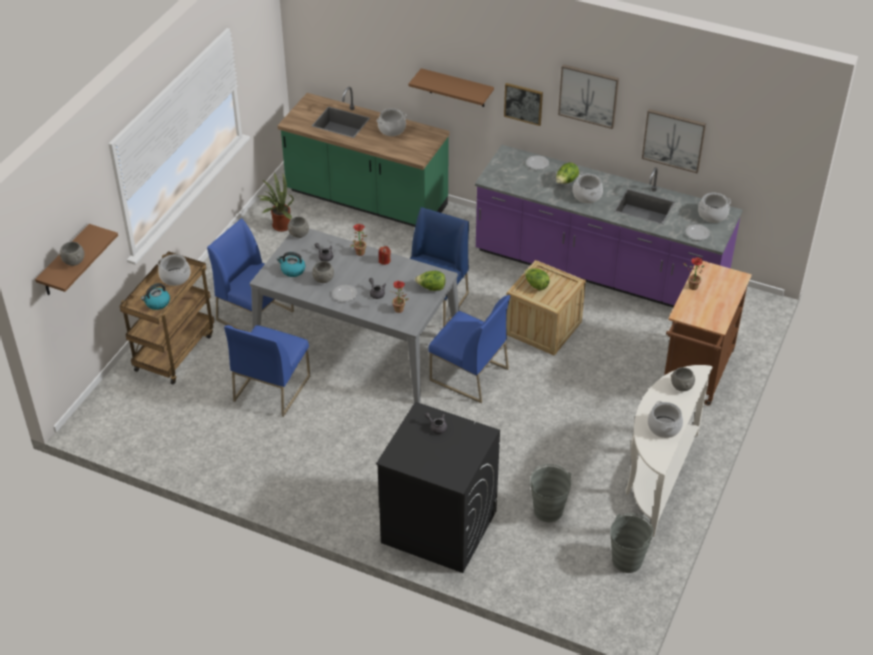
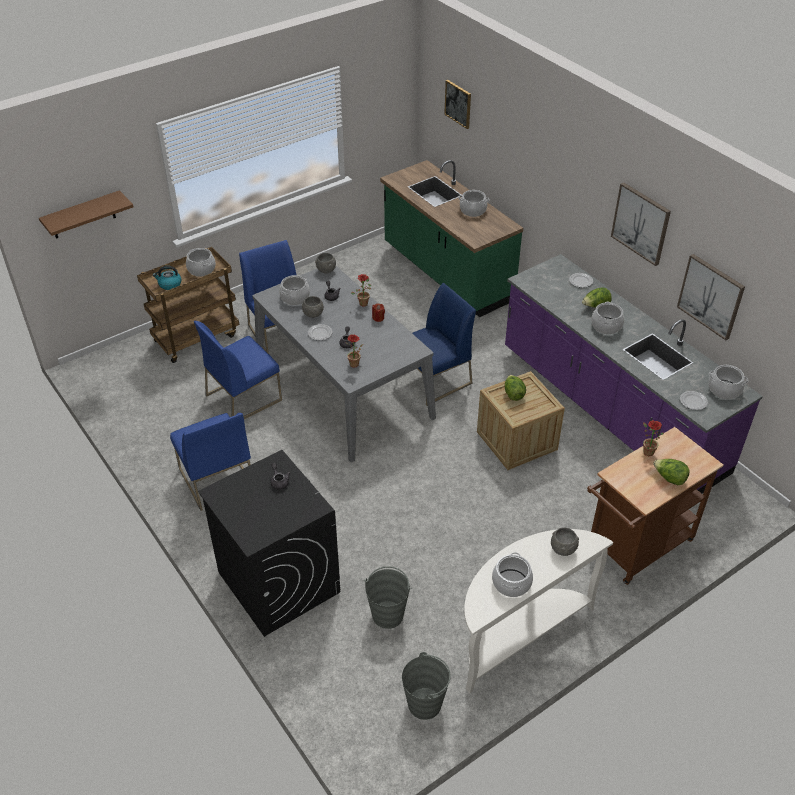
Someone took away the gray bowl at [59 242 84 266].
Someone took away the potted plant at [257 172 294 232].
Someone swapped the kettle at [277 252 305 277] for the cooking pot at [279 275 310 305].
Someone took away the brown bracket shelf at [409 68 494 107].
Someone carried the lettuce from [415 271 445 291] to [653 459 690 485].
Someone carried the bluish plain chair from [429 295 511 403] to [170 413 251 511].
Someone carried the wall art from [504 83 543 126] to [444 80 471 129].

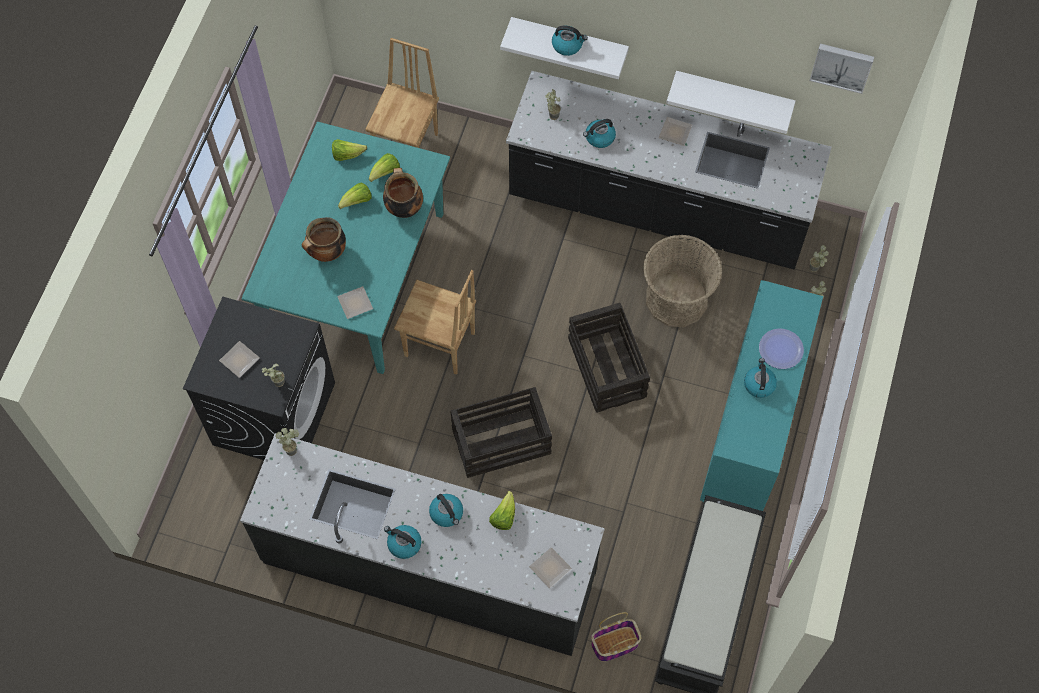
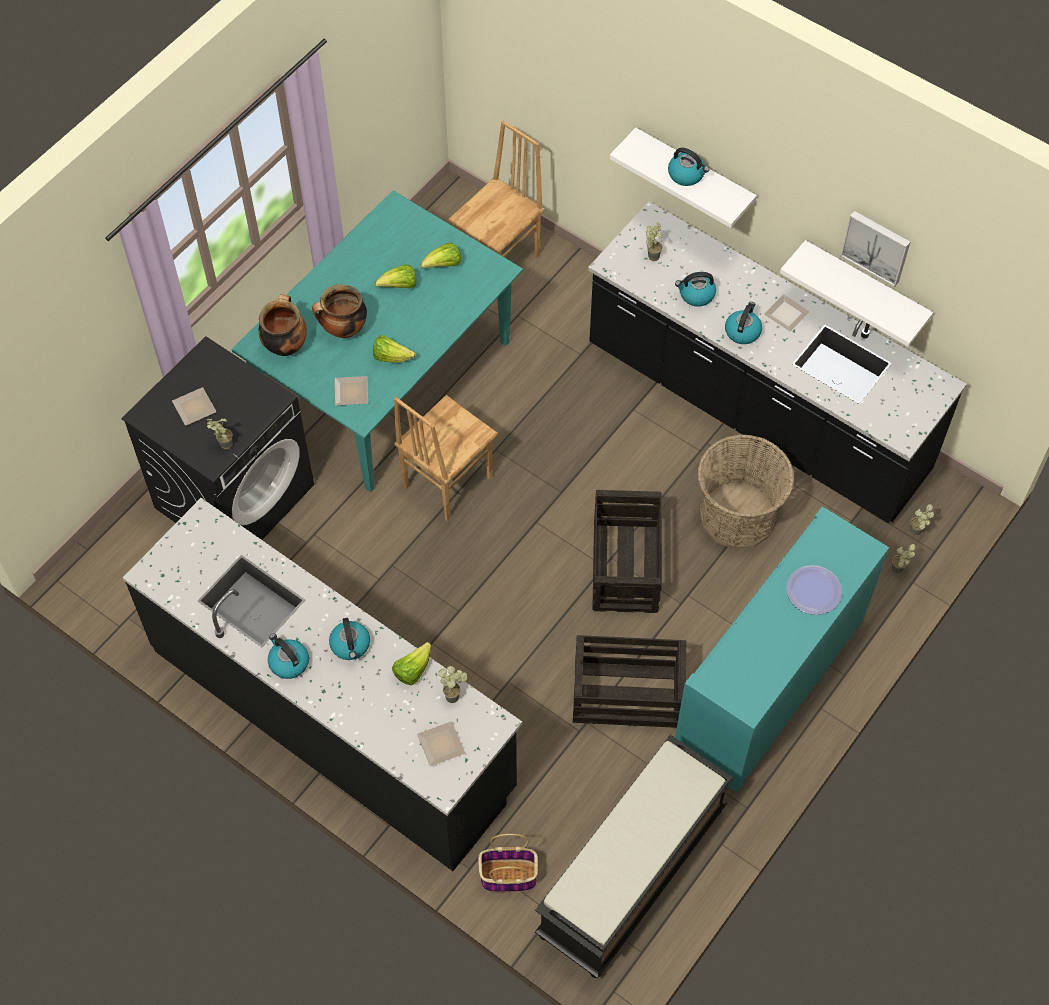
Someone carried the potted plant from [275 428 299 456] to [438 666 468 703].
Someone carried the lettuce from [332 139 367 161] to [373 335 416 363].
Someone carried the cooking pot from [383 168 423 218] to [259 294 307 356].
Someone rotated the brown plain chair at [394 270 476 375] by 90 degrees clockwise.
Someone carried the packing crate from [450 387 552 478] to [573 635 687 728].
Someone carried the kettle from [744 358 777 398] to [725 302 762 344].
Someone carried the wall art from [810 44 874 94] to [840 211 910 287].

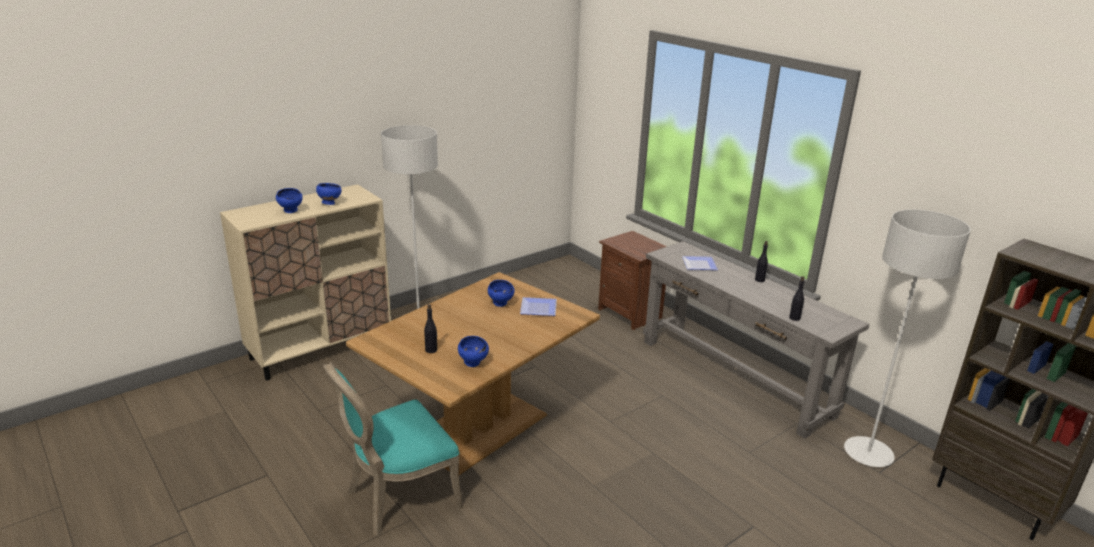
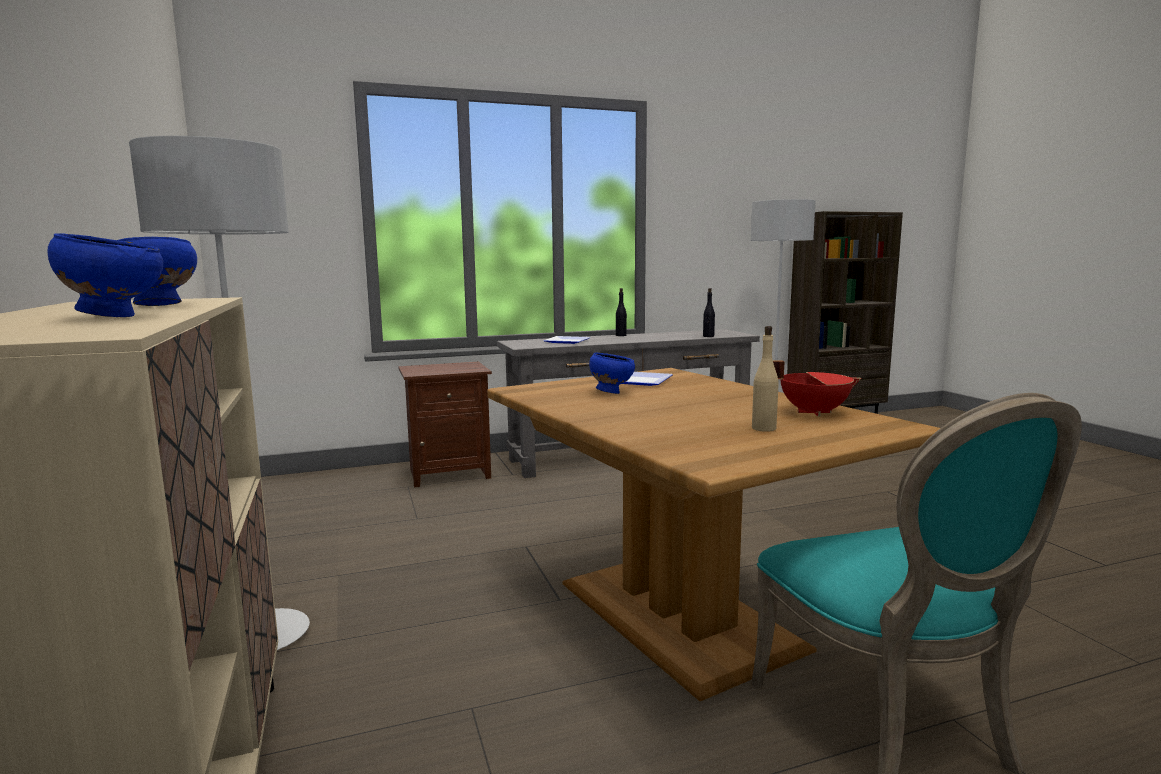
Someone repainted the black drink bottle at [424 304 437 353], which became the beige-coloured drink bottle at [752 326 779 432].
Someone swapped the bluish bowl at [458 336 489 367] for the reddish cooking pot at [773 361 862 417].

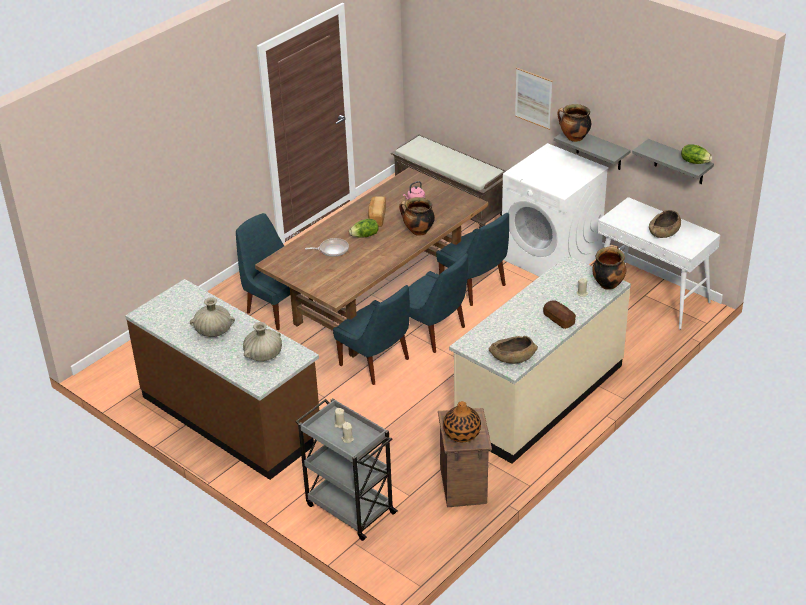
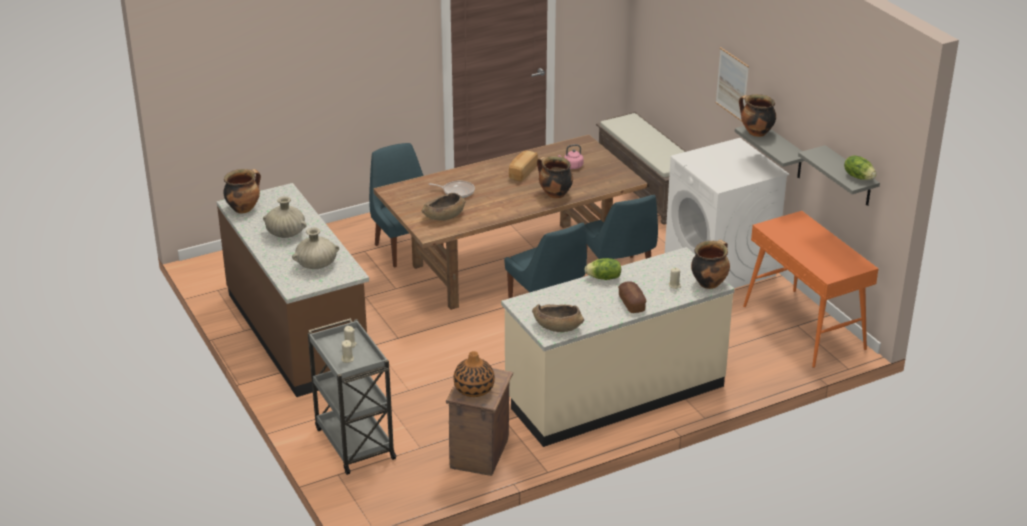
Someone took away the bluish plain chair at [333 285 410 385].
Someone carried the lettuce from [349 219 378 238] to [584 258 621 280].
Someone repainted the whitish console table at [597 197 720 330], which became the orange console table at [743 211 879 368].
Someone carried the brown bowl from [649 210 681 238] to [422 193 466 220].
Someone put down the cooking pot at [223 169 261 214].

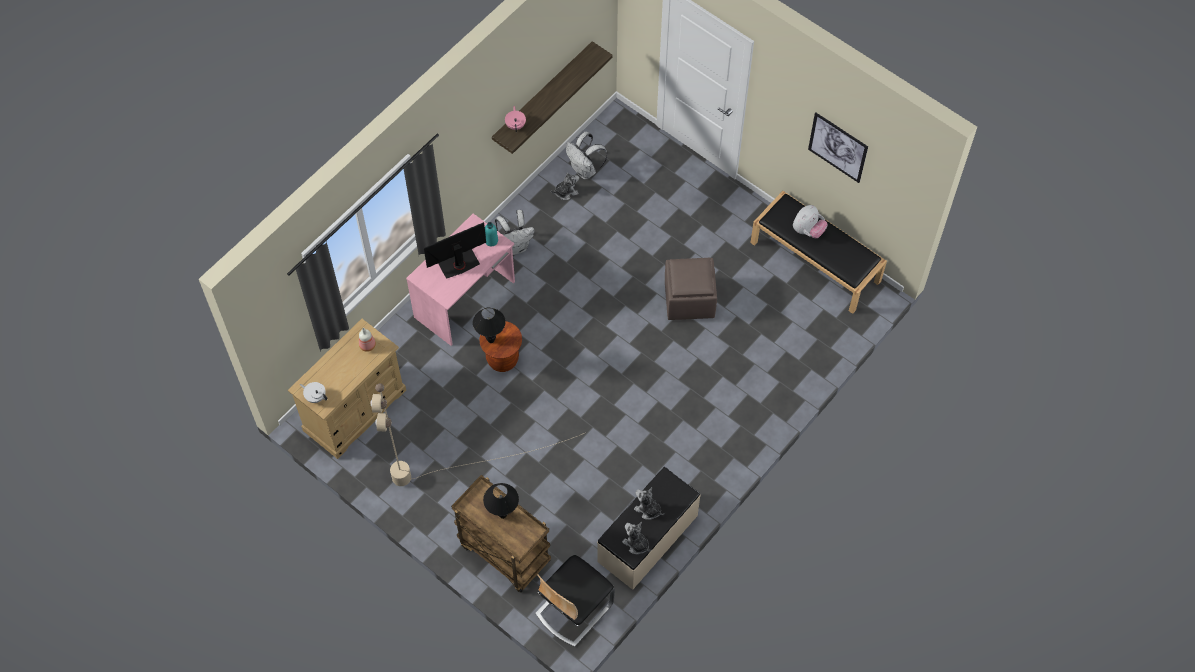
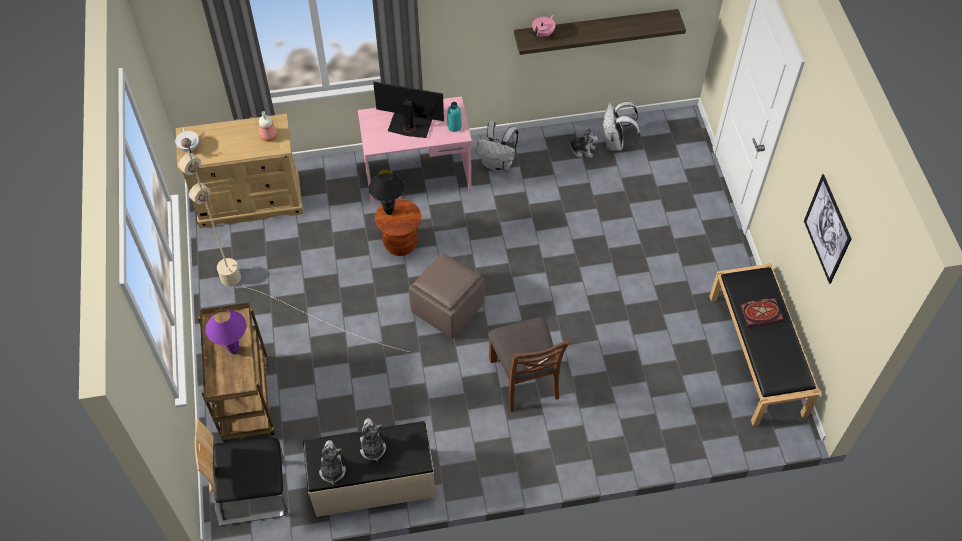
Someone repainted the black lamp for a table at [483 483 519 519], which became the purplish lamp for a table at [205 309 246 354].
Someone carried the brown pouffe from [665 258 717 320] to [409 252 485 339].
Someone swapped the cuddly toy at [793 205 828 238] for the book at [740 298 784 327].
Someone put down the brown plain chair at [488 317 569 412].

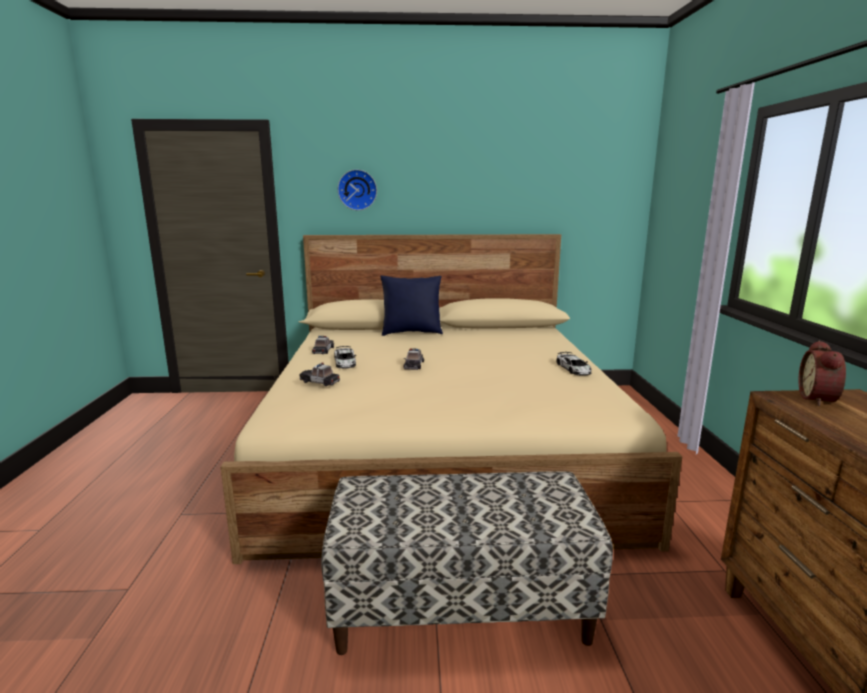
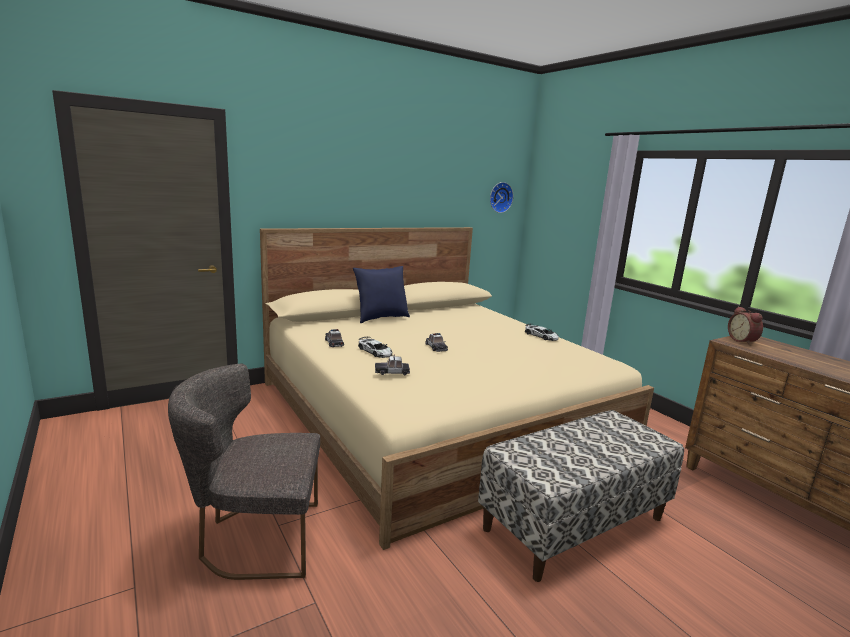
Someone carried the clock on the wall from [338 169 377 210] to [490 182 513 213].
Someone put down the gray plain chair at [168 364 320 580].

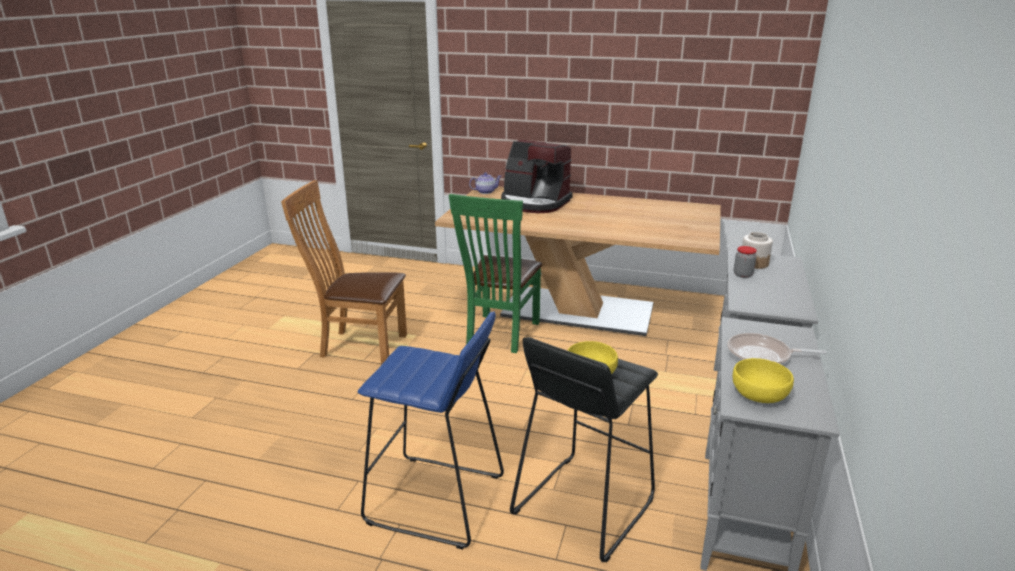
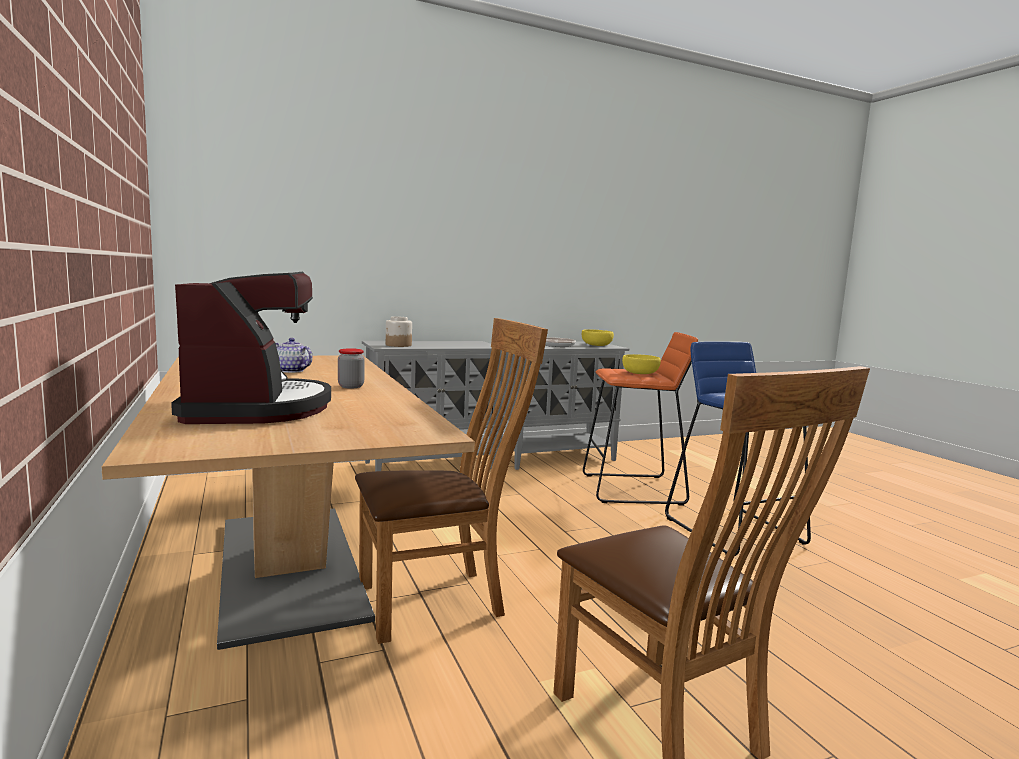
Someone repainted the green plain chair at [449 194 542 353], which became the brown plain chair at [355 318 548 644].
Someone carried the pot for tea from [469 172 501 194] to [275 338 313 373].
Someone repainted the black stool at [510 337 658 562], which became the orange stool at [583 332 698 506].
Someone carried the jar from [734 246 757 278] to [338 348 365 388].

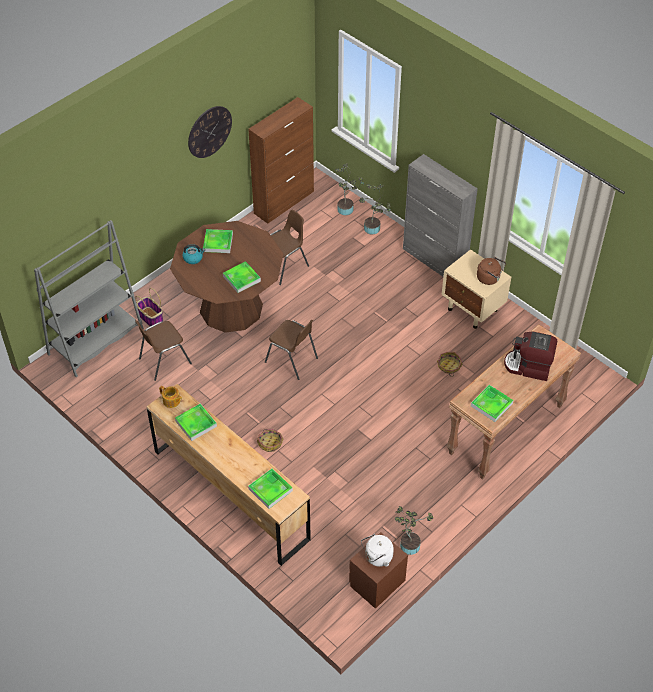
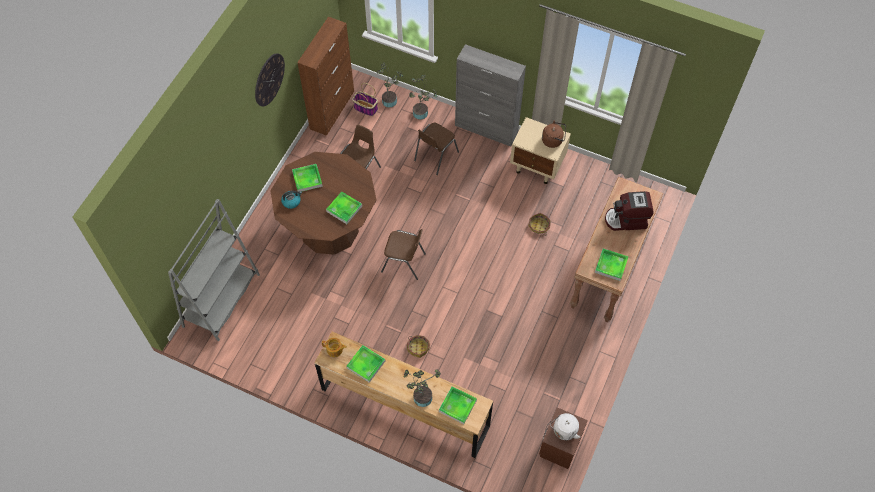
Someone carried the household basket from [135 288 164 326] to [352 83 378 116].
Someone carried the brown plain chair from [135 320 192 381] to [414 122 459 175].
Someone carried the potted plant from [395 506 433 555] to [403 369 441 407].

